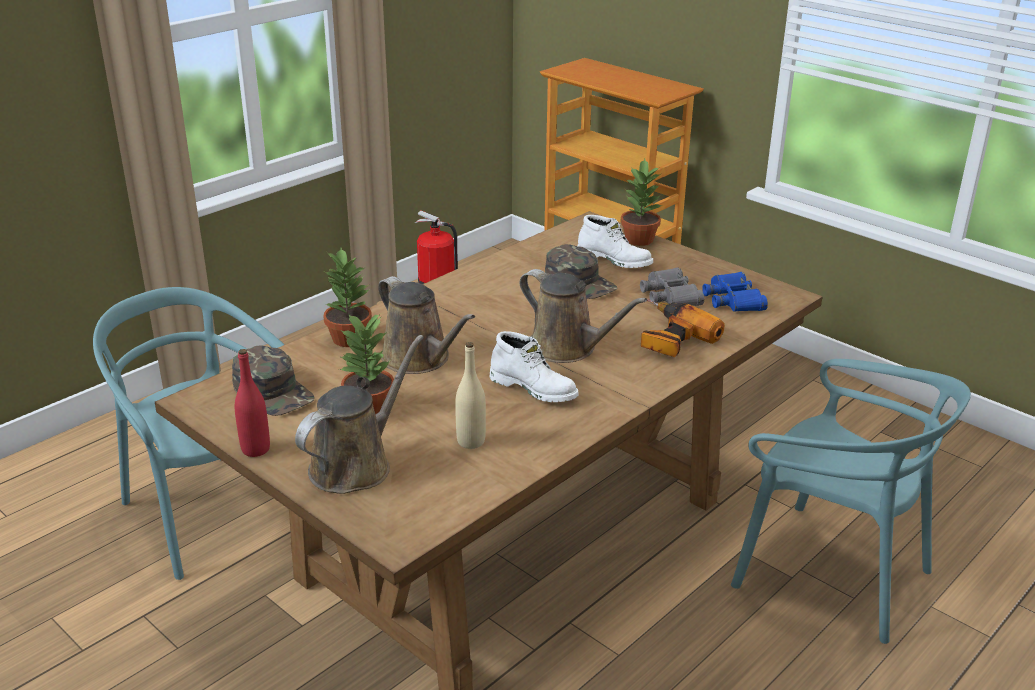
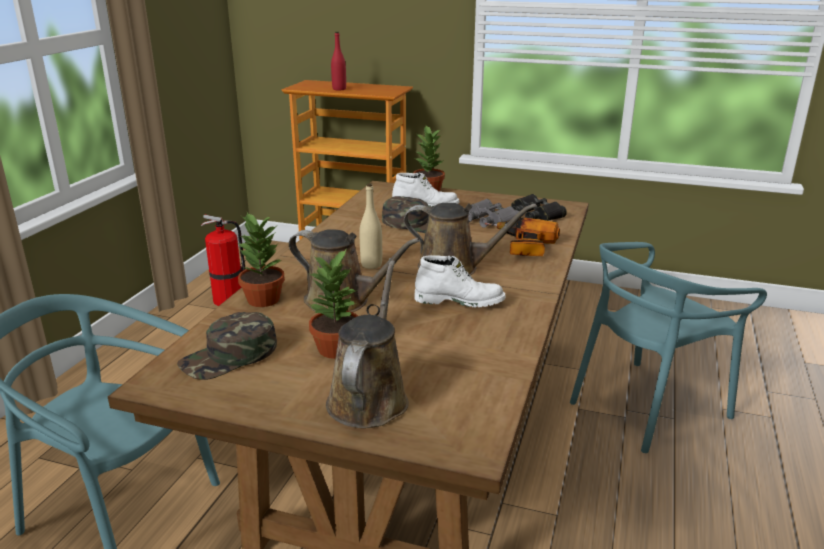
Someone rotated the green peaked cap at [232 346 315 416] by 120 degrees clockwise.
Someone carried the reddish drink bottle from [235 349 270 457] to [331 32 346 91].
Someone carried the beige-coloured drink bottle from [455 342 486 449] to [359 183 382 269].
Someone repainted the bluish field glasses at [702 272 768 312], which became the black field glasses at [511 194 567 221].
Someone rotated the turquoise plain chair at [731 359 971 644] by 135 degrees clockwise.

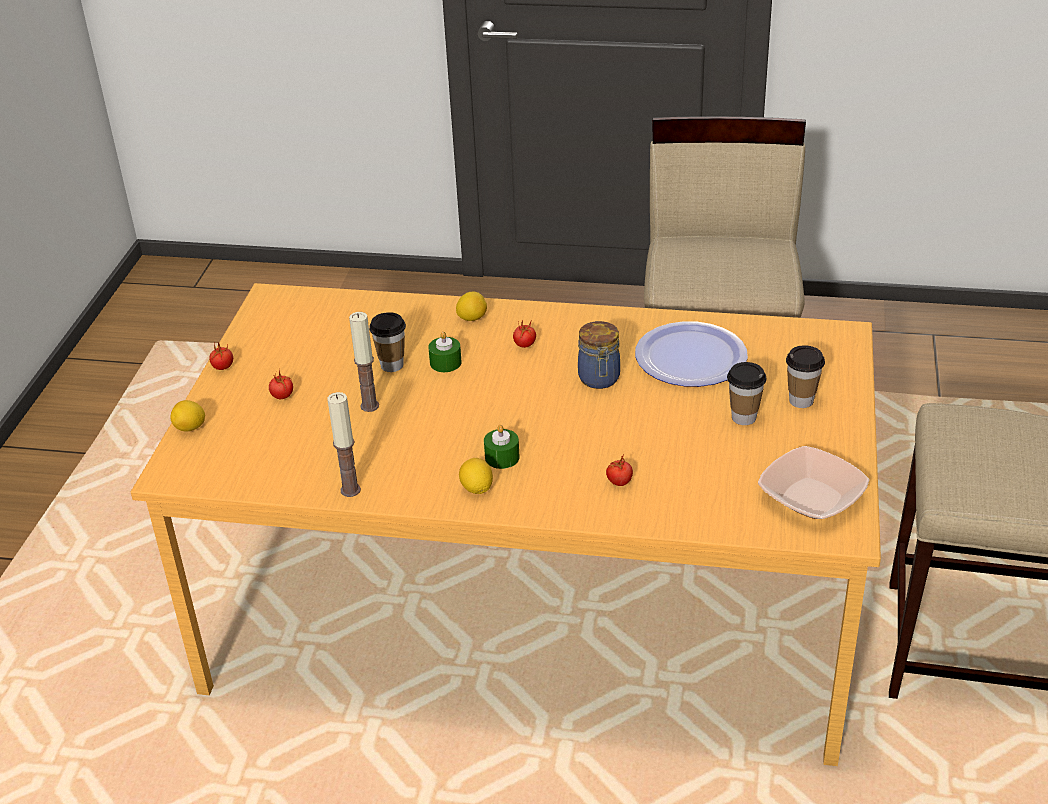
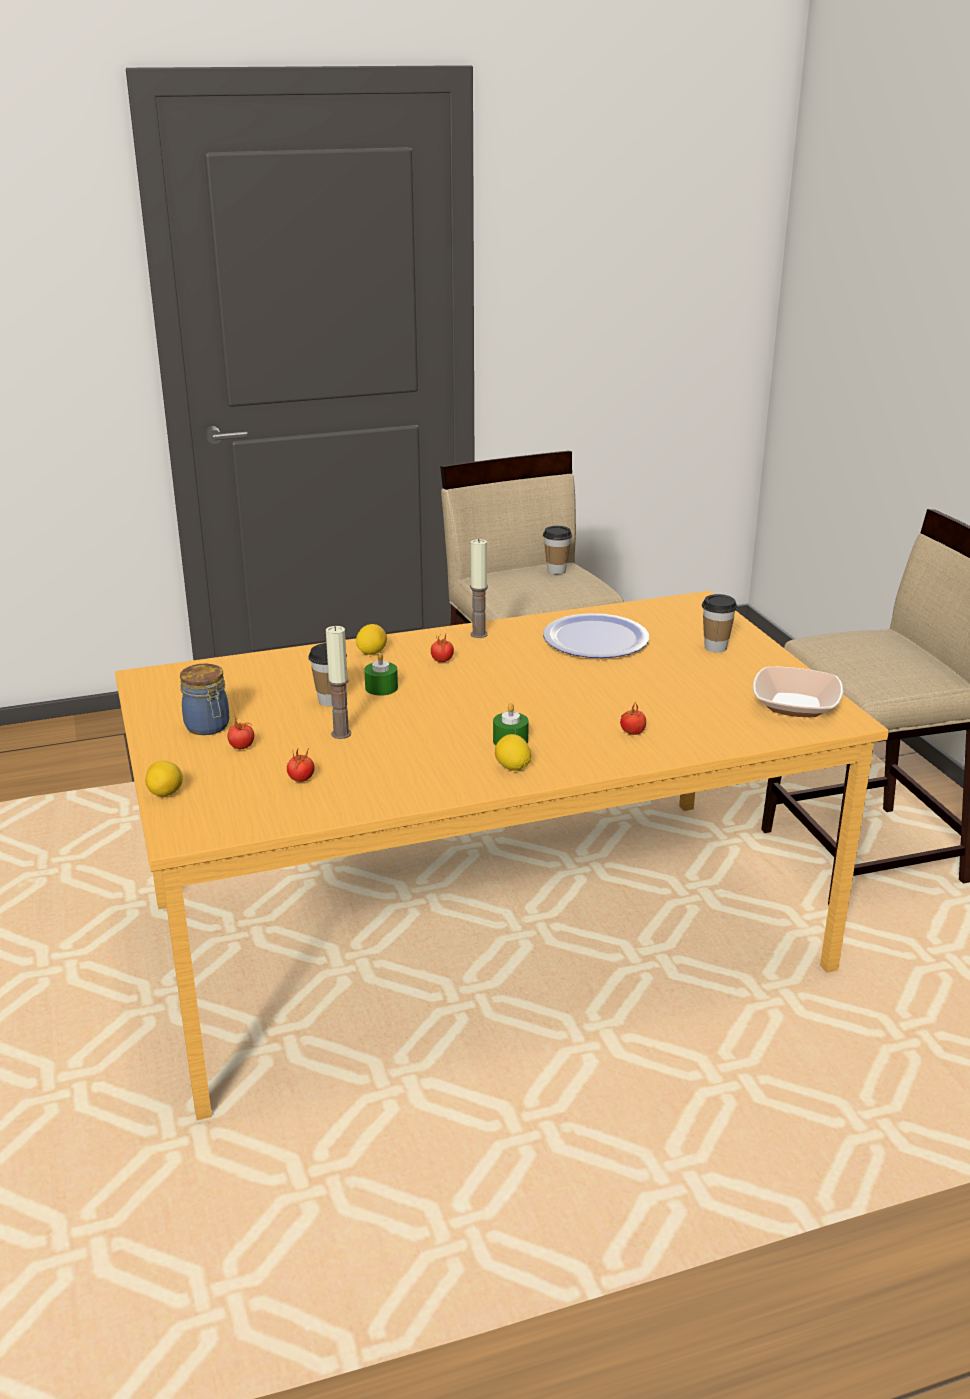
Someone carried the fresh tomato from [209 342 233 370] to [287 749 315 782].
Someone carried the wax candle from [327 392 361 497] to [470 539 488 638].
Someone carried the jar from [578 321 620 389] to [180 663 229 735].
Someone carried the cup from [727 362 766 425] to [543 526 572 574].

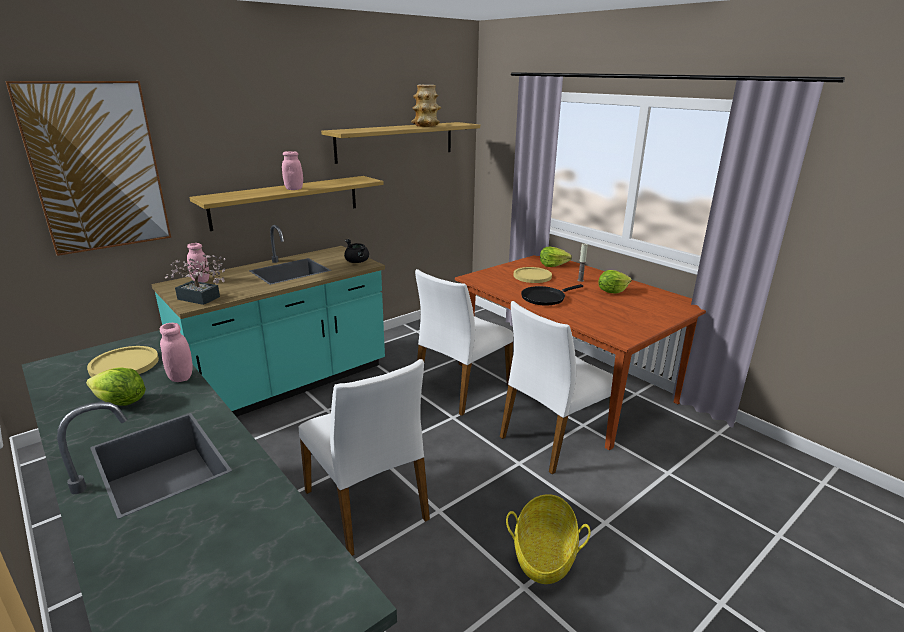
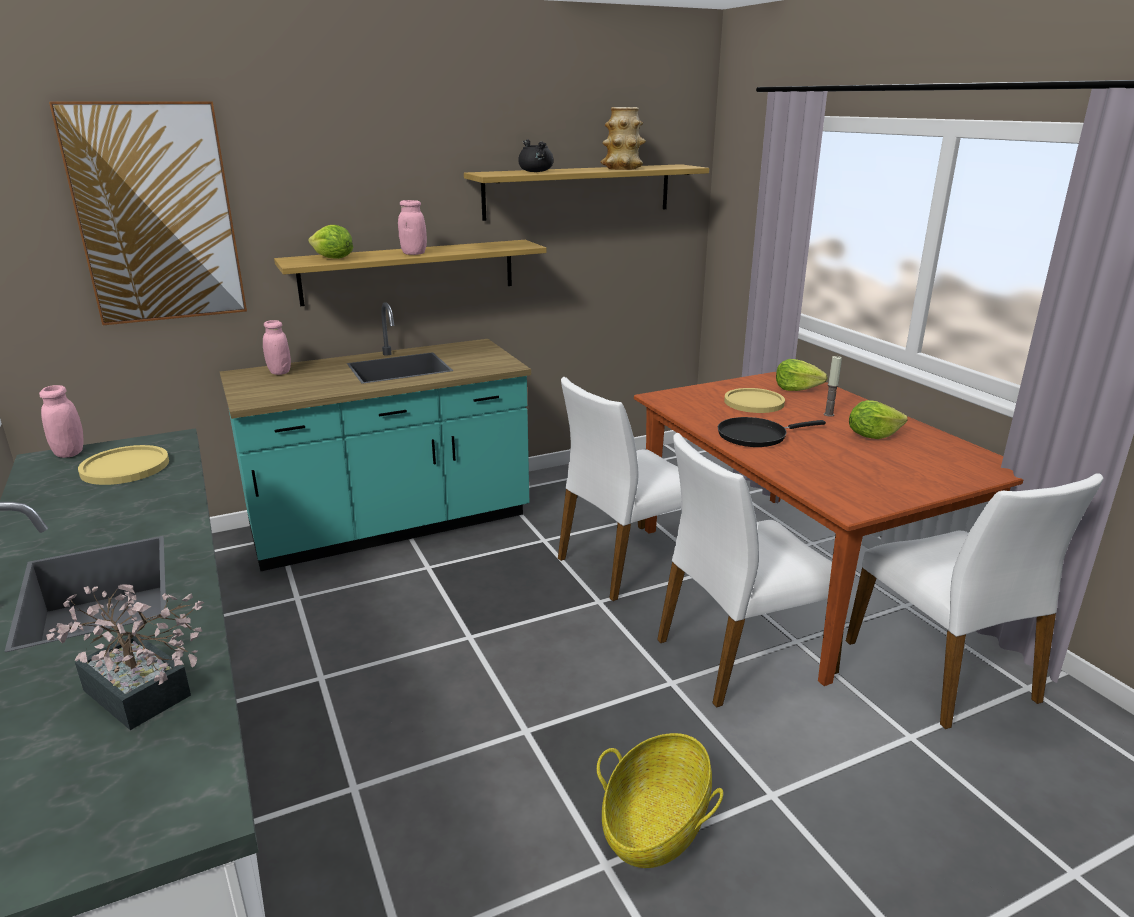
Someone carried the lettuce from [86 367 146 406] to [308 225 353 259].
Someone carried the pink jar from [160 323 193 382] to [39 385 84 458].
Someone carried the potted plant from [165 254 226 305] to [46 584 204 730].
Someone carried the whitish plain chair from [299 359 430 556] to [846 473 1104 729].
Someone carried the black cooking pot from [344 239 369 263] to [518 139 553 172].

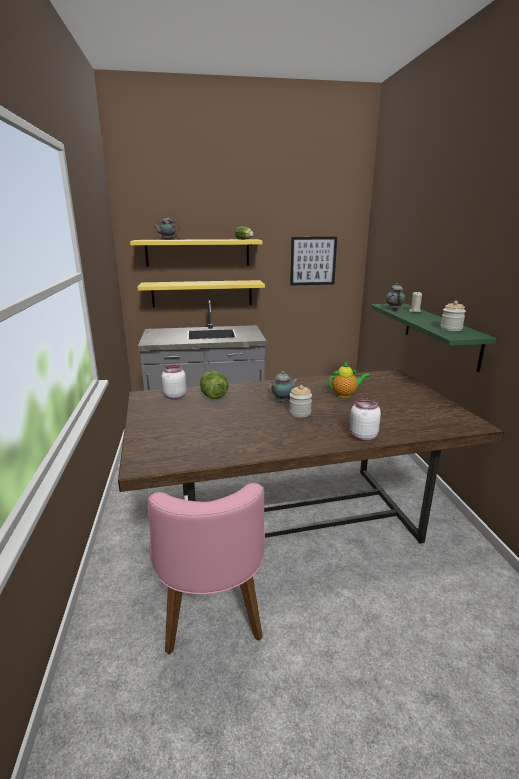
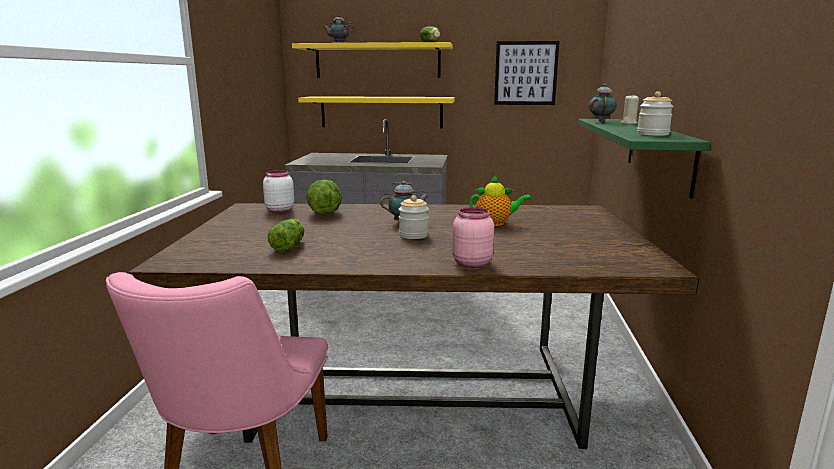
Someone repainted the whitish jar at [350 398 381 441], which became the pink jar at [452 207 494 268].
Someone put down the lettuce at [267 219 304 252].

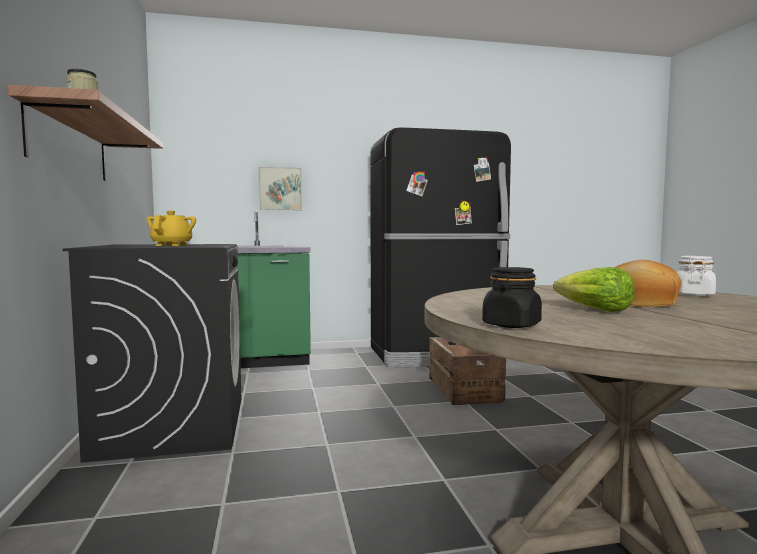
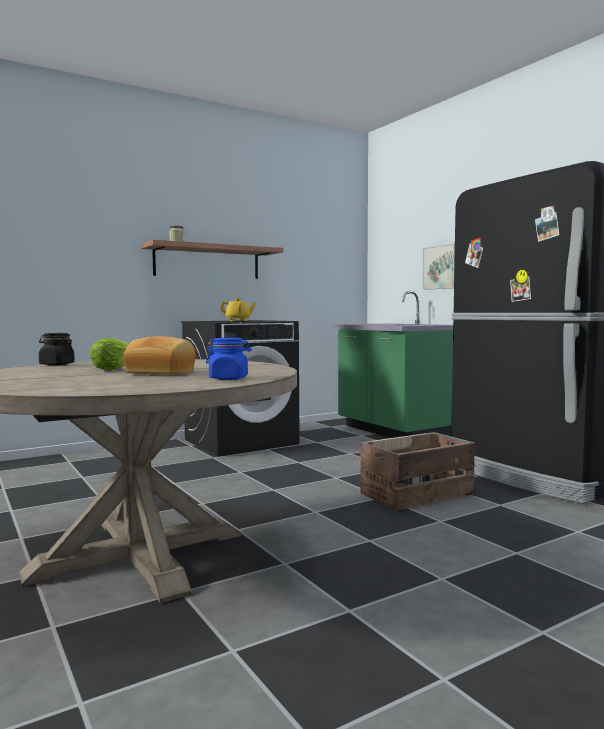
Someone repainted the whitish jar at [677 256 716 296], which became the bluish jar at [206 338 252 380].

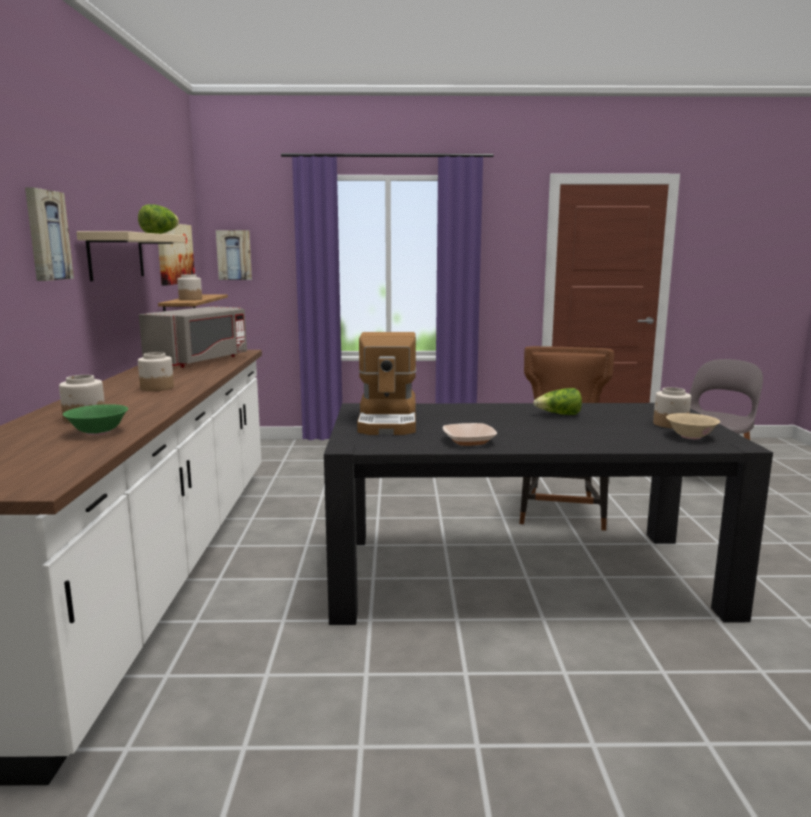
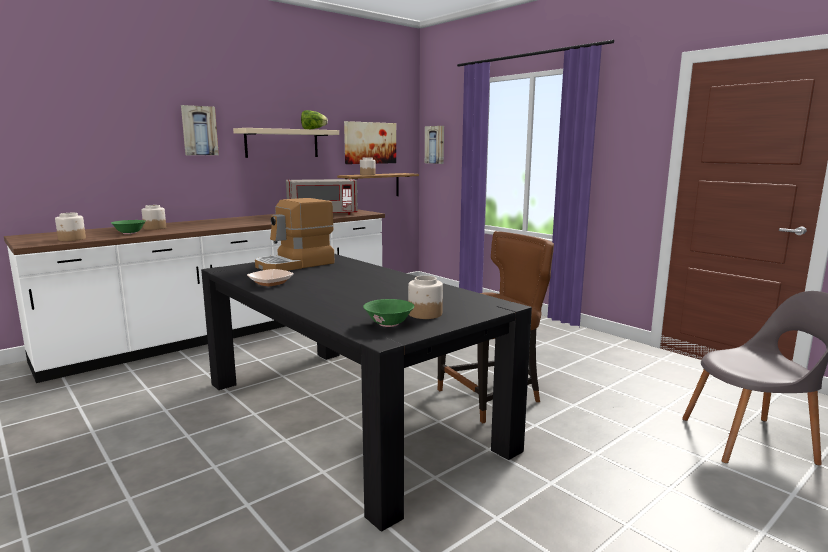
Someone carried the jar from [138 352 174 391] to [55 213 86 241].
Someone took away the lettuce at [534 388 582 415].
Someone repainted the beige-coloured bowl at [666 413 720 439], which became the green bowl at [363 299 414 327].

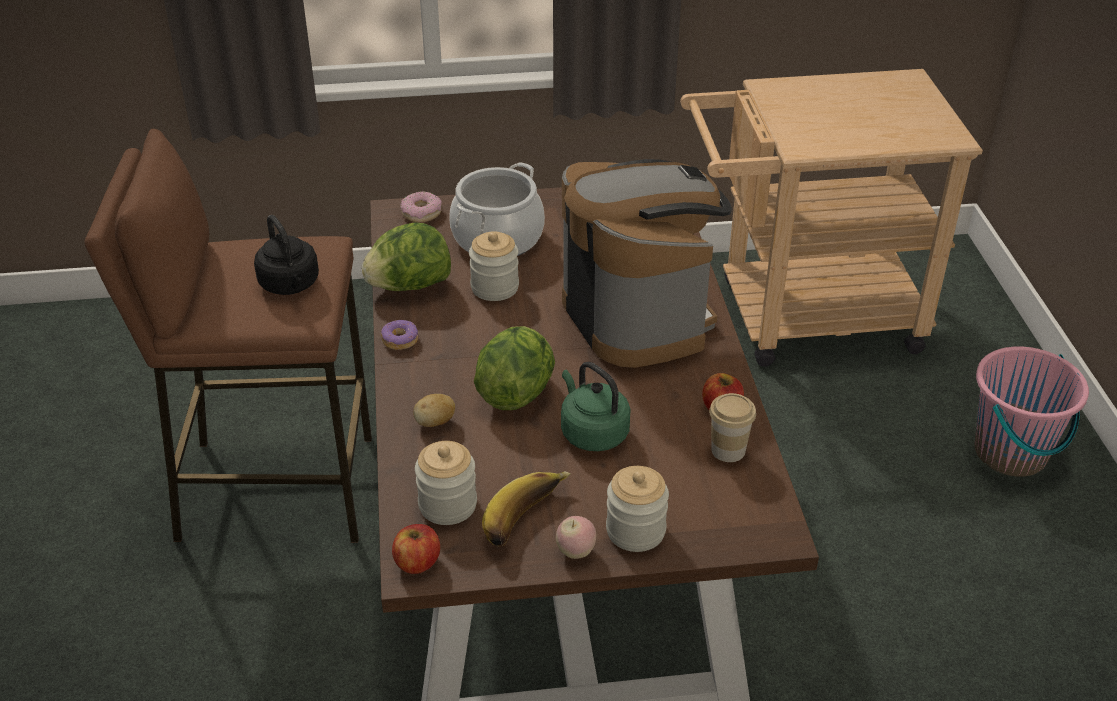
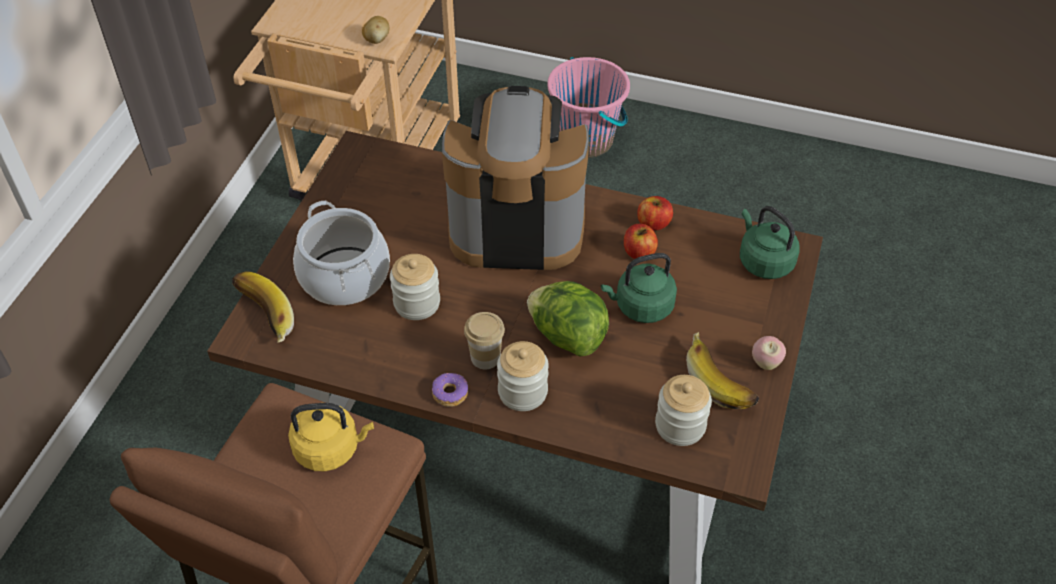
Someone repainted the black kettle at [254 215 319 295], which became the yellow kettle at [288 403 374 472].
Someone took away the lettuce at [362 222 451 291].
Someone carried the apple from [392 524 440 574] to [624 224 658 259].
Someone swapped the ring doughnut at [400 191 442 223] for the banana at [232 271 294 343].
Someone carried the whole potato from [413 394 455 427] to [362 16 389 44].
Someone carried the jar from [606 466 669 552] to [497 341 549 411].
Someone carried the cup from [709 393 756 462] to [464 312 505 370].
Someone put down the green kettle at [740 206 800 279].

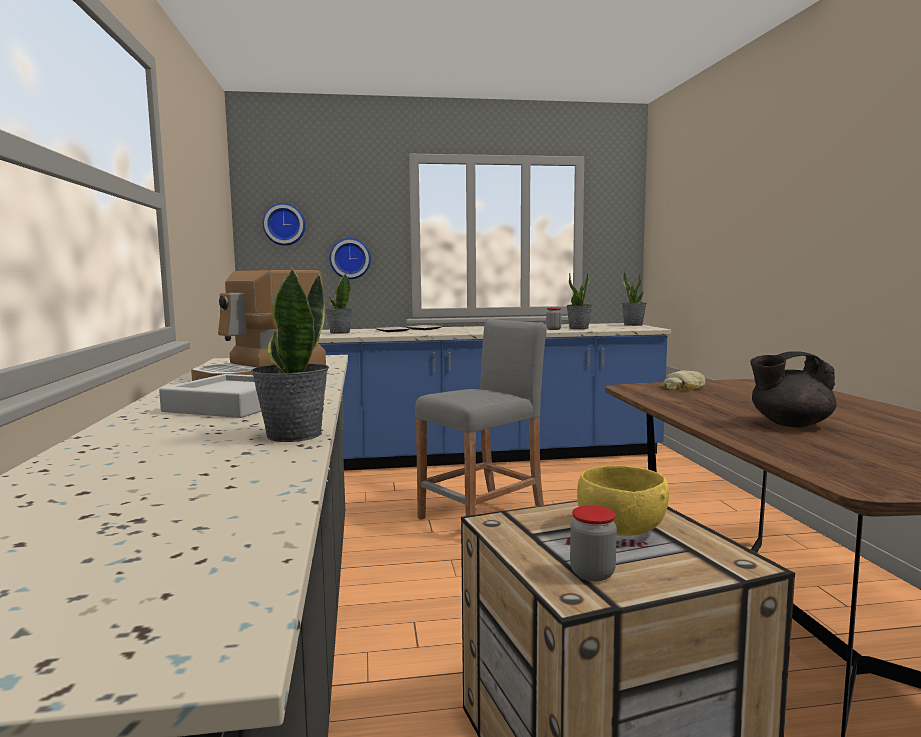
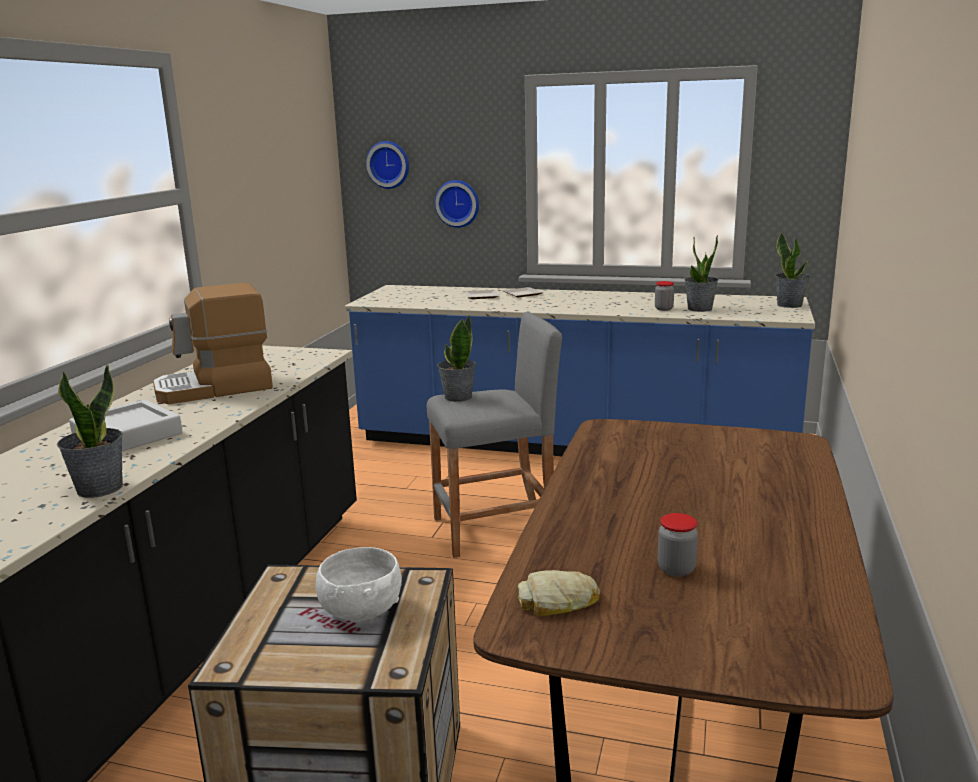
Someone carried the potted plant from [325 273 353 334] to [437 315 476 402].
Someone carried the jar from [570 505 617 581] to [658 513 698 577].
Someone repainted the yellow bowl at [577 466 669 536], which became the whitish bowl at [316 547 402 621].
Someone carried the baked bread from [663 371 706 391] to [518 570 600 616].
Someone took away the black pot for tea at [750 351 837 428].

